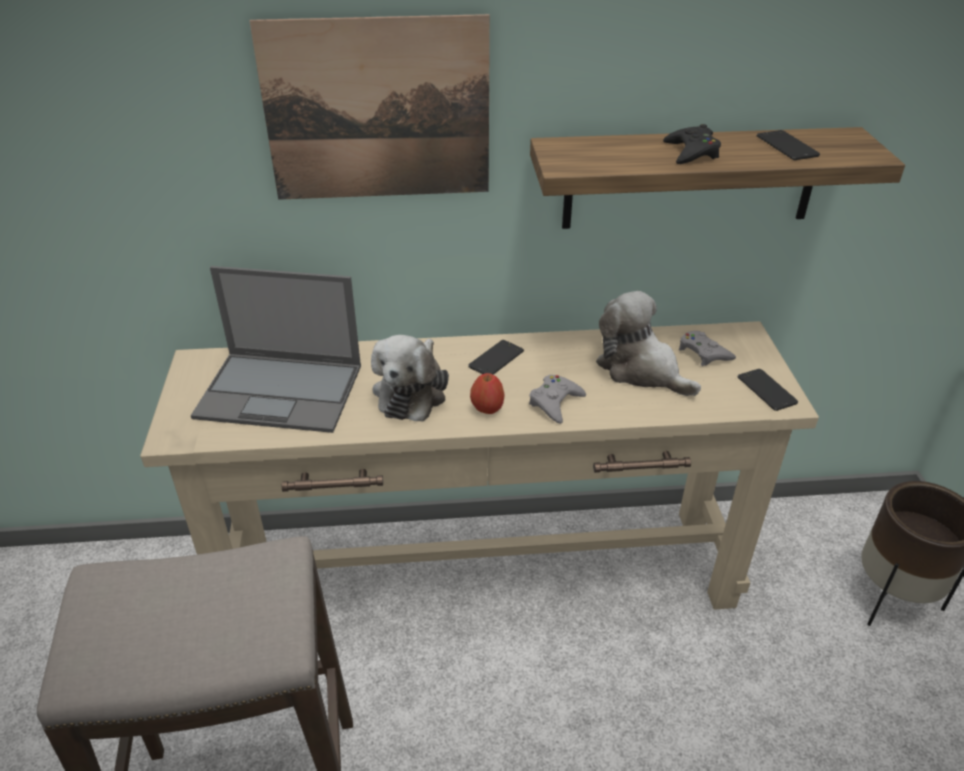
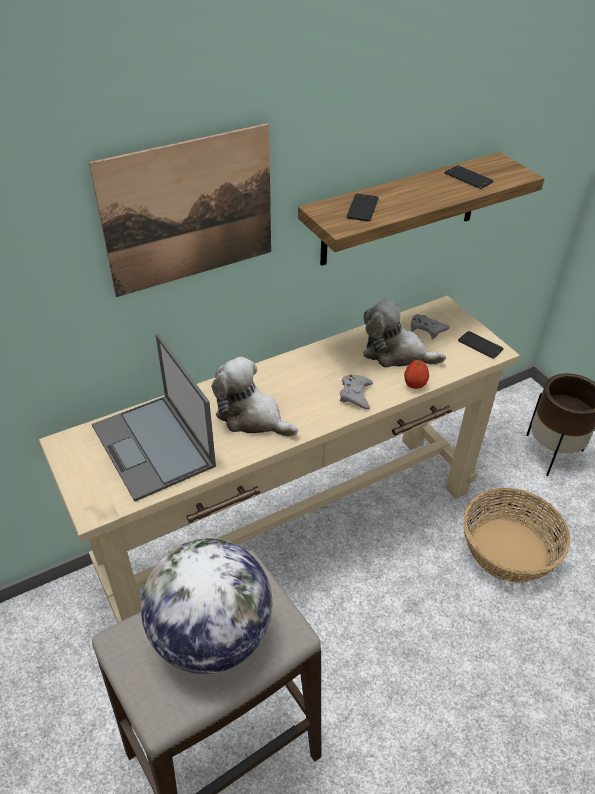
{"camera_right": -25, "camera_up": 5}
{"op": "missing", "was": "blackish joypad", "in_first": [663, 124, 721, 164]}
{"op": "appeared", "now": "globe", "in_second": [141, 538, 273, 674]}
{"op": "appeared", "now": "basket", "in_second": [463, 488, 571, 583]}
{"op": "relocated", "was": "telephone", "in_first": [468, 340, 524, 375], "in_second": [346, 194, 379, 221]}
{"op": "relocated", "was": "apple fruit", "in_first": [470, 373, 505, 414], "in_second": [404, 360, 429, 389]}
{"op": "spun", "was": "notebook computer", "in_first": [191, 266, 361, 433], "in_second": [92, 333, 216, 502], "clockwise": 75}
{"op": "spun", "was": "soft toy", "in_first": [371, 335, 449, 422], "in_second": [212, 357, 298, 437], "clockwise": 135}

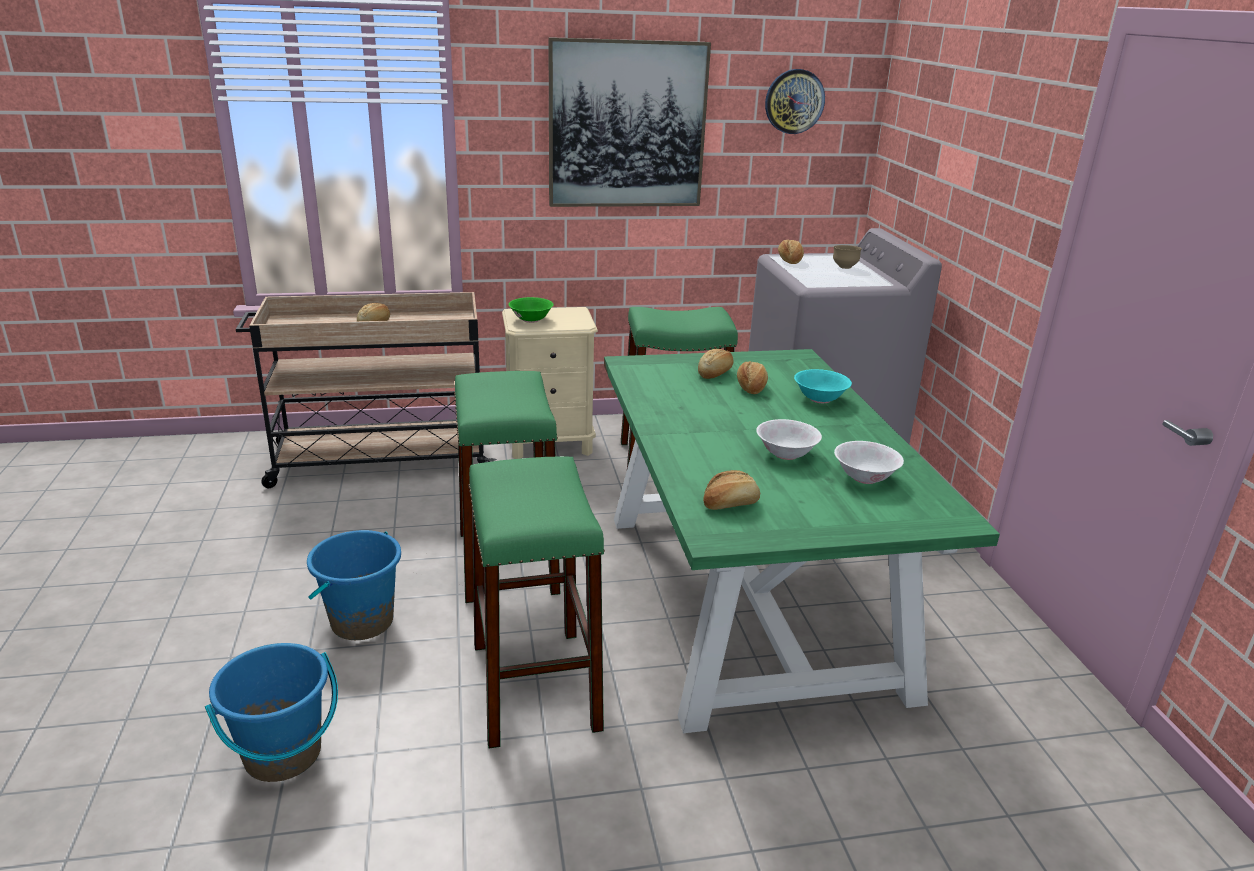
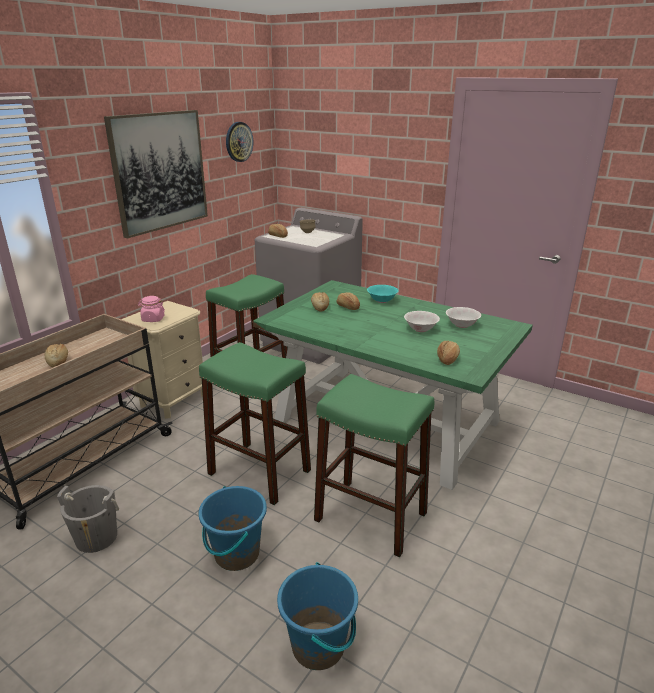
{"camera_right": -45, "camera_up": 0}
{"op": "appeared", "now": "greyish pail", "in_second": [57, 485, 119, 553]}
{"op": "exchanged", "was": "green bowl", "now": "pinkish preserve jar", "in_first": [508, 297, 554, 323], "in_second": [138, 296, 165, 322]}

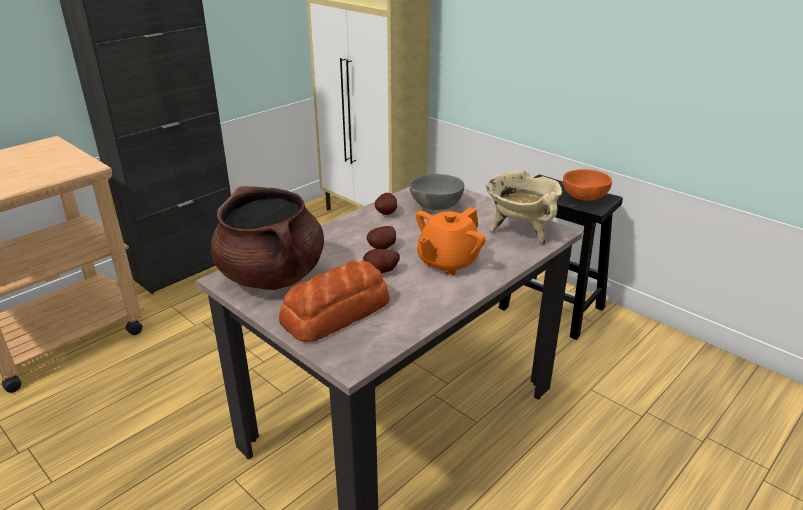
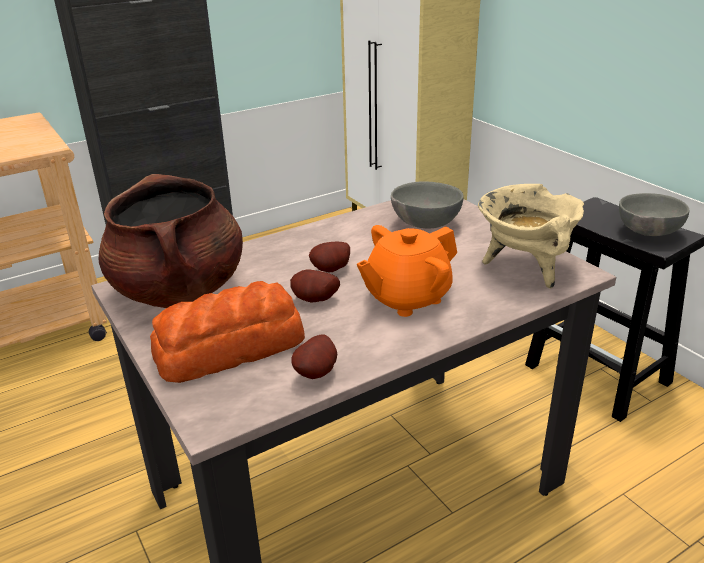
{"camera_right": 15, "camera_up": 0}
{"op": "relocated", "was": "potato", "in_first": [375, 193, 397, 215], "in_second": [291, 334, 337, 379]}
{"op": "colour", "was": "orange bowl", "now": "greyish bowl", "in_first": [563, 169, 612, 201], "in_second": [619, 193, 689, 236]}

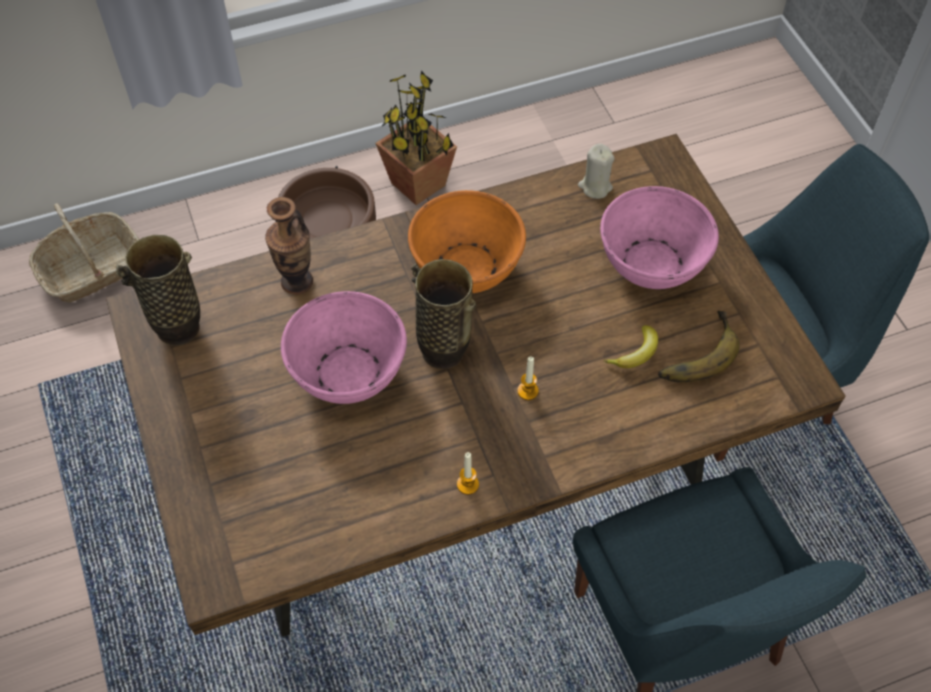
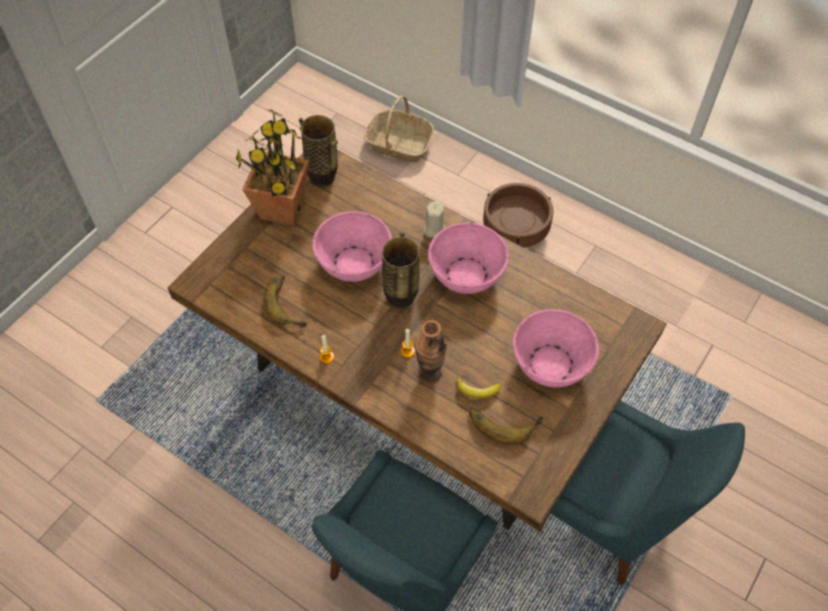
{"camera_right": 55, "camera_up": 0}
{"op": "appeared", "now": "whole banana", "in_second": [264, 275, 307, 328]}
{"op": "relocated", "was": "decorative vase", "in_first": [265, 197, 313, 295], "in_second": [415, 320, 447, 383]}
{"op": "relocated", "was": "potted plant", "in_first": [376, 70, 457, 205], "in_second": [236, 108, 309, 225]}
{"op": "relocated", "was": "beige-coloured wax light", "in_first": [578, 144, 615, 199], "in_second": [424, 202, 445, 238]}
{"op": "colour", "was": "orange bowl", "now": "pinkish bowl", "in_first": [408, 190, 526, 293], "in_second": [428, 223, 509, 294]}

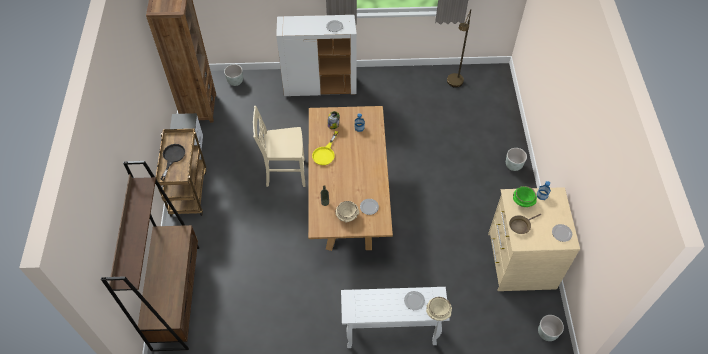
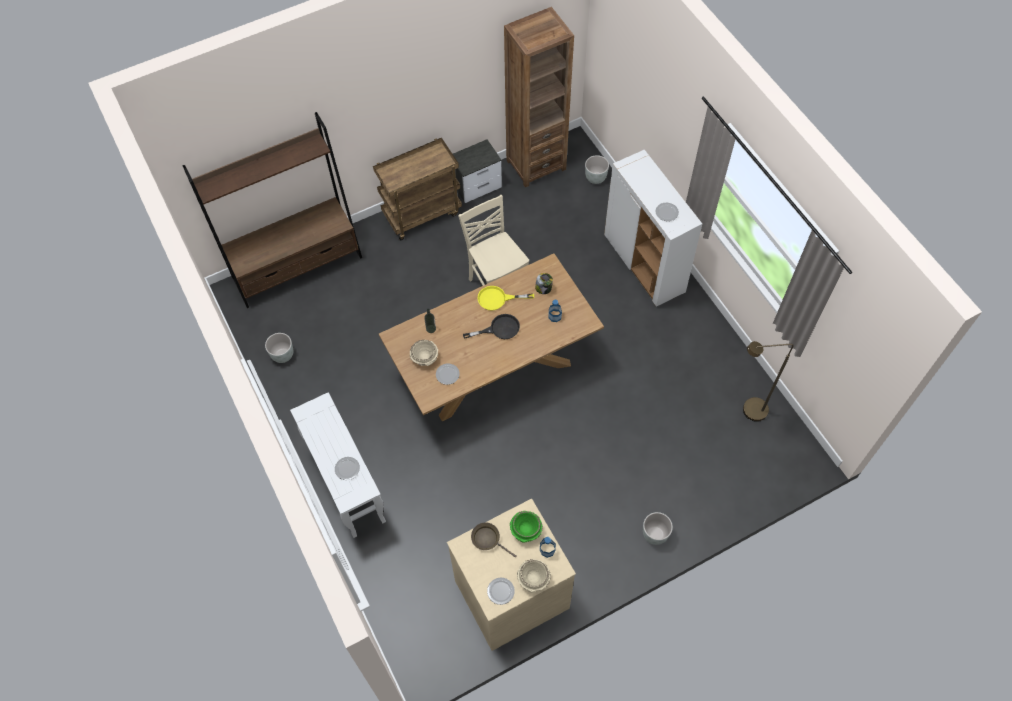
{"camera_right": 65, "camera_up": 5}
{"op": "relocated", "was": "blackish frying pan", "in_first": [160, 144, 185, 180], "in_second": [463, 314, 520, 339]}
{"op": "relocated", "was": "beige-coloured bowl", "in_first": [426, 297, 452, 321], "in_second": [517, 559, 551, 593]}
{"op": "relocated", "was": "greyish planter", "in_first": [538, 315, 564, 341], "in_second": [265, 333, 293, 363]}

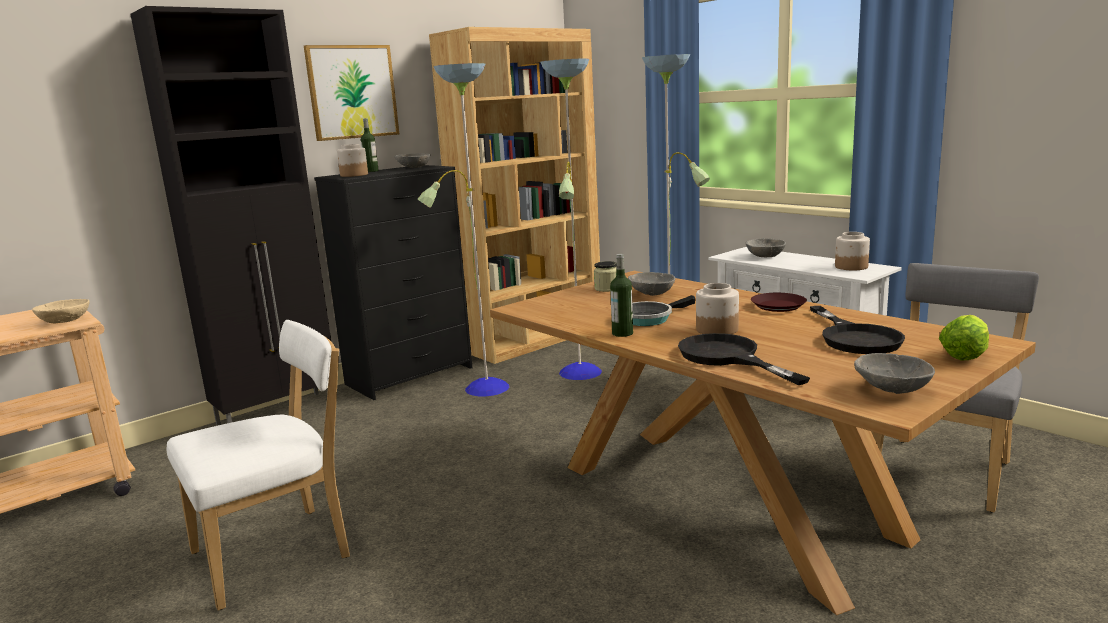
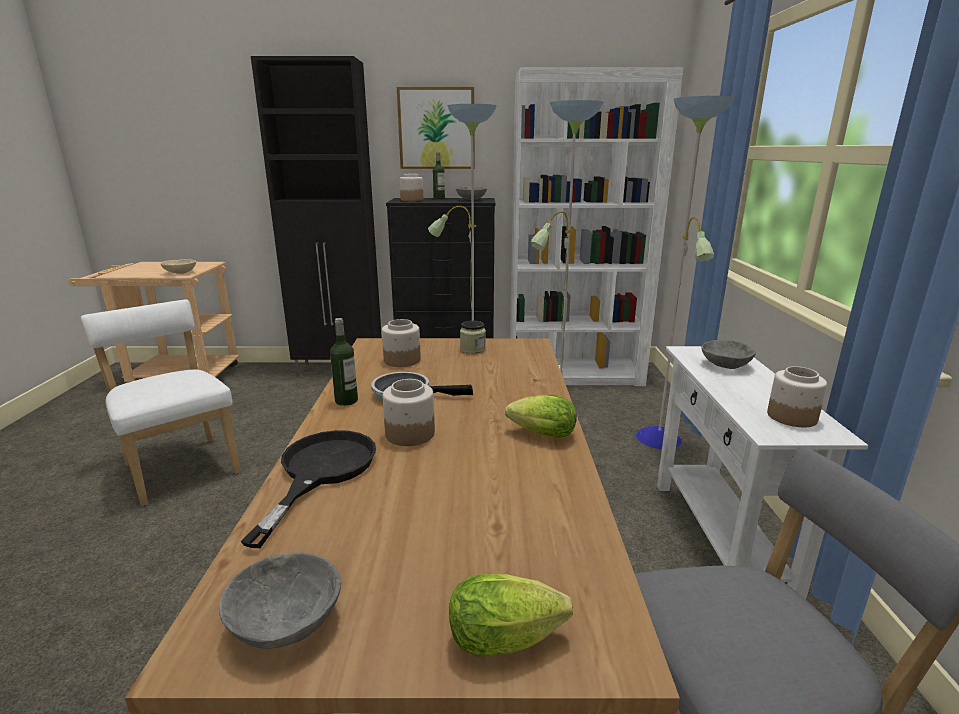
{"camera_right": 40, "camera_up": 5}
{"op": "missing", "was": "greyish bowl", "in_first": [628, 272, 675, 296]}
{"op": "missing", "was": "blackish frying pan", "in_first": [810, 306, 905, 354]}
{"op": "appeared", "now": "preserve jar", "in_second": [382, 319, 421, 367]}
{"op": "exchanged", "was": "brownish flat dish", "now": "lettuce", "in_first": [751, 293, 807, 312], "in_second": [505, 394, 577, 438]}
{"op": "colour", "was": "brownish bookcase", "now": "white bookcase", "in_first": [429, 27, 600, 364], "in_second": [510, 67, 683, 386]}
{"op": "spun", "was": "white upright chair", "in_first": [167, 320, 350, 611], "in_second": [81, 300, 241, 506], "clockwise": -135}

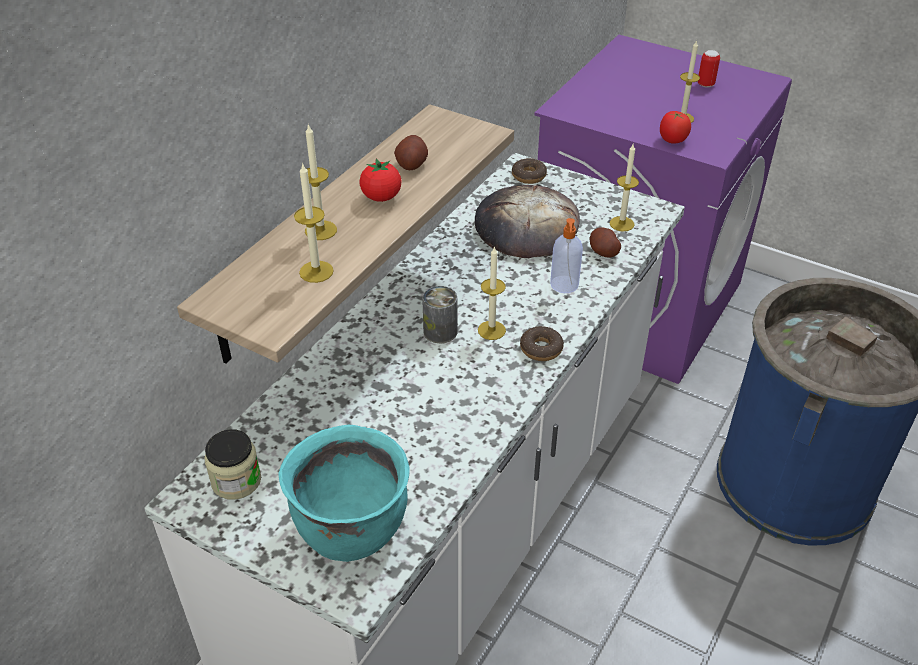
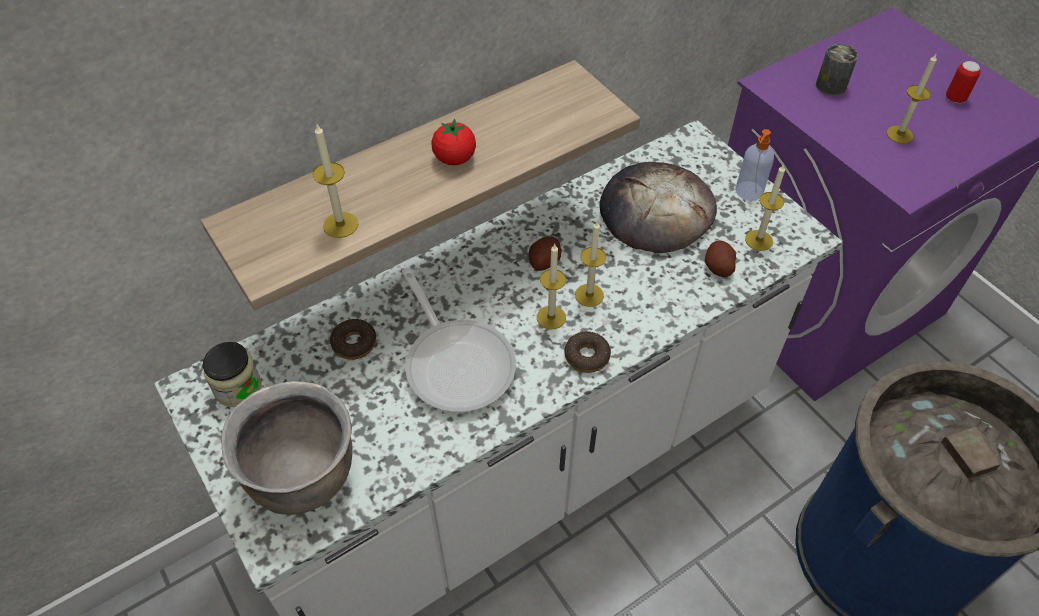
{"camera_right": 25, "camera_up": 10}
{"op": "missing", "was": "whole tomato", "in_first": [660, 111, 691, 144]}
{"op": "appeared", "now": "frying pan", "in_second": [402, 268, 516, 412]}
{"op": "relocated", "was": "wax light", "in_first": [305, 124, 337, 240], "in_second": [575, 221, 606, 307]}
{"op": "relocated", "was": "potato", "in_first": [394, 135, 428, 170], "in_second": [529, 236, 561, 271]}
{"op": "relocated", "was": "can", "in_first": [422, 286, 458, 343], "in_second": [816, 44, 858, 96]}
{"op": "relocated", "was": "ring doughnut", "in_first": [512, 158, 547, 184], "in_second": [330, 319, 376, 360]}
{"op": "relocated", "was": "soap bottle", "in_first": [550, 218, 583, 293], "in_second": [735, 129, 774, 201]}
{"op": "colour", "was": "turquoise-coloured cooking pot", "now": "brownish cooking pot", "in_first": [279, 425, 409, 562], "in_second": [221, 381, 352, 515]}

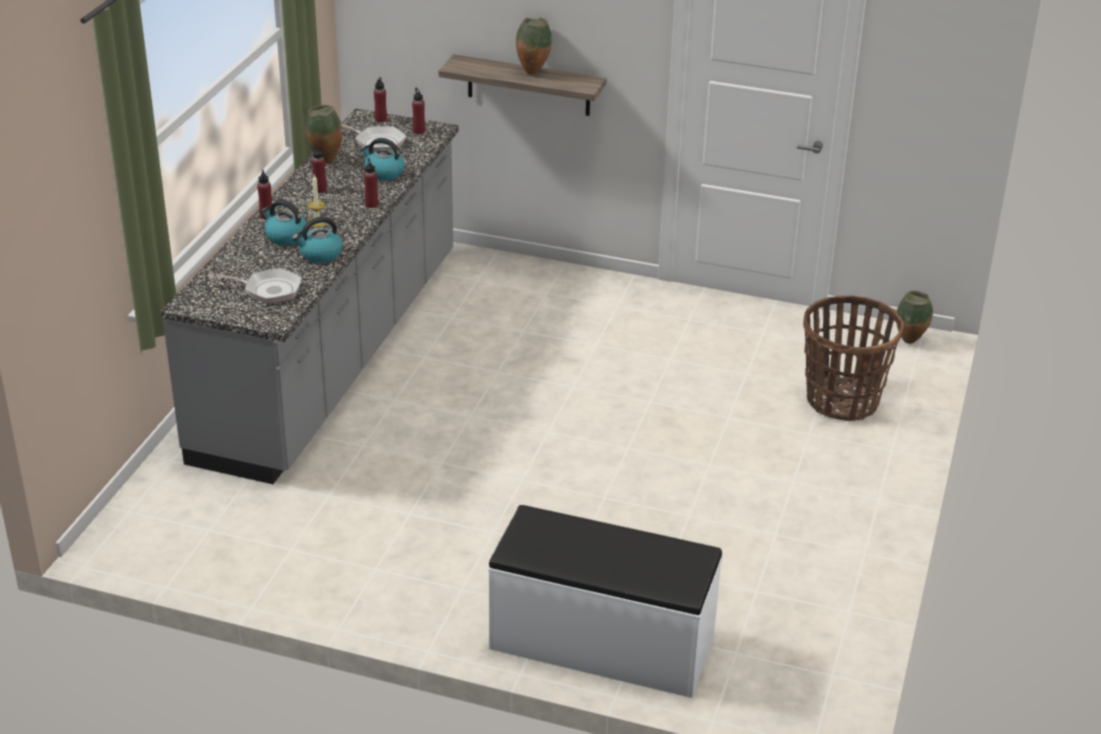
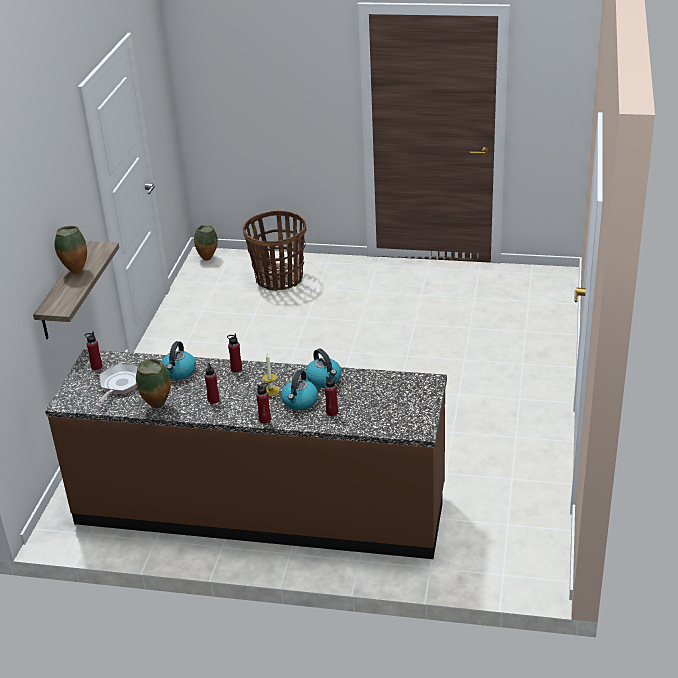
{"camera_right": -95, "camera_up": 0}
{"op": "missing", "was": "frying pan", "in_first": [208, 268, 302, 304]}
{"op": "missing", "was": "white indoor bench", "in_first": [488, 505, 723, 698]}
{"op": "relocated", "was": "reddish bottle", "in_first": [374, 77, 387, 123], "in_second": [325, 376, 338, 416]}
{"op": "colour", "was": "greyish kitchen base unit", "now": "brownish kitchen base unit", "in_first": [161, 108, 458, 484], "in_second": [45, 349, 447, 559]}

